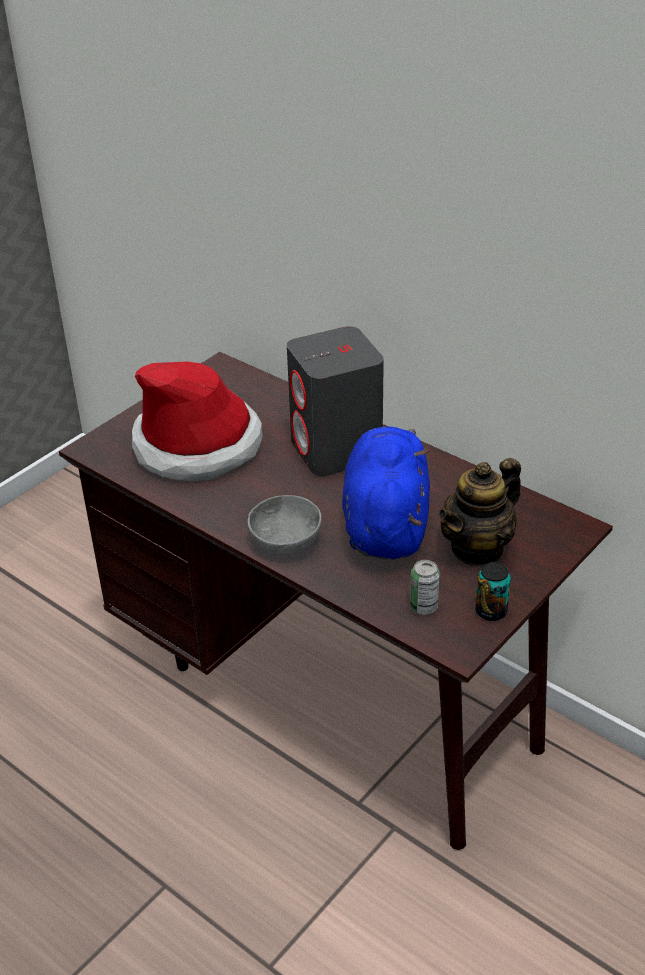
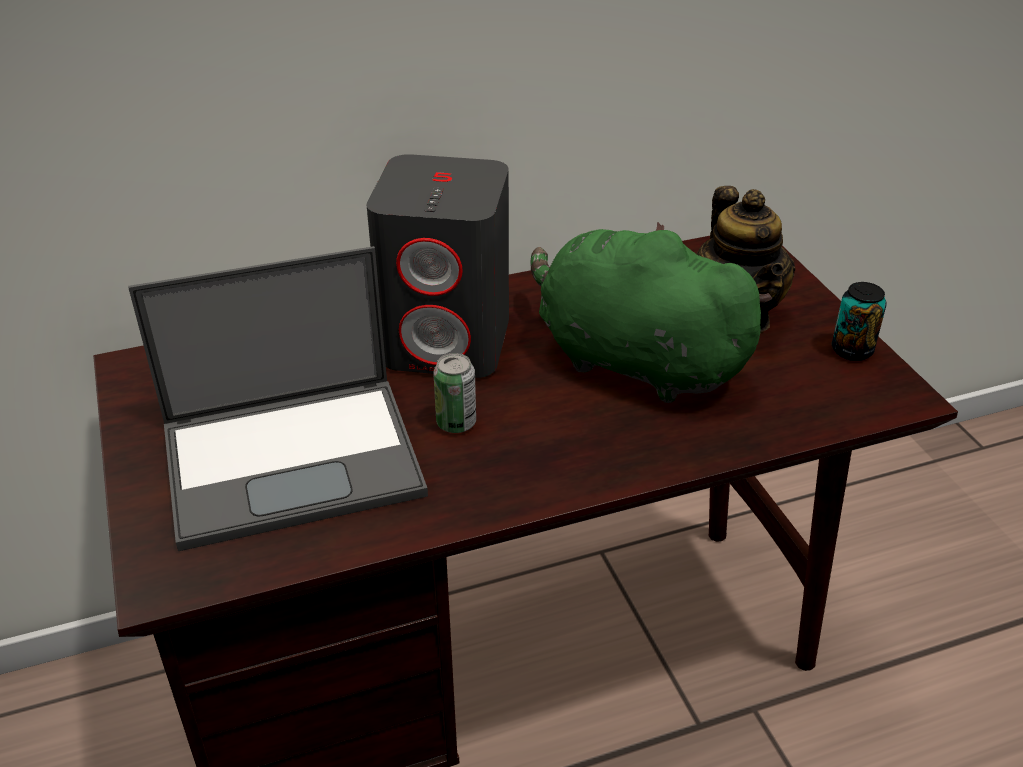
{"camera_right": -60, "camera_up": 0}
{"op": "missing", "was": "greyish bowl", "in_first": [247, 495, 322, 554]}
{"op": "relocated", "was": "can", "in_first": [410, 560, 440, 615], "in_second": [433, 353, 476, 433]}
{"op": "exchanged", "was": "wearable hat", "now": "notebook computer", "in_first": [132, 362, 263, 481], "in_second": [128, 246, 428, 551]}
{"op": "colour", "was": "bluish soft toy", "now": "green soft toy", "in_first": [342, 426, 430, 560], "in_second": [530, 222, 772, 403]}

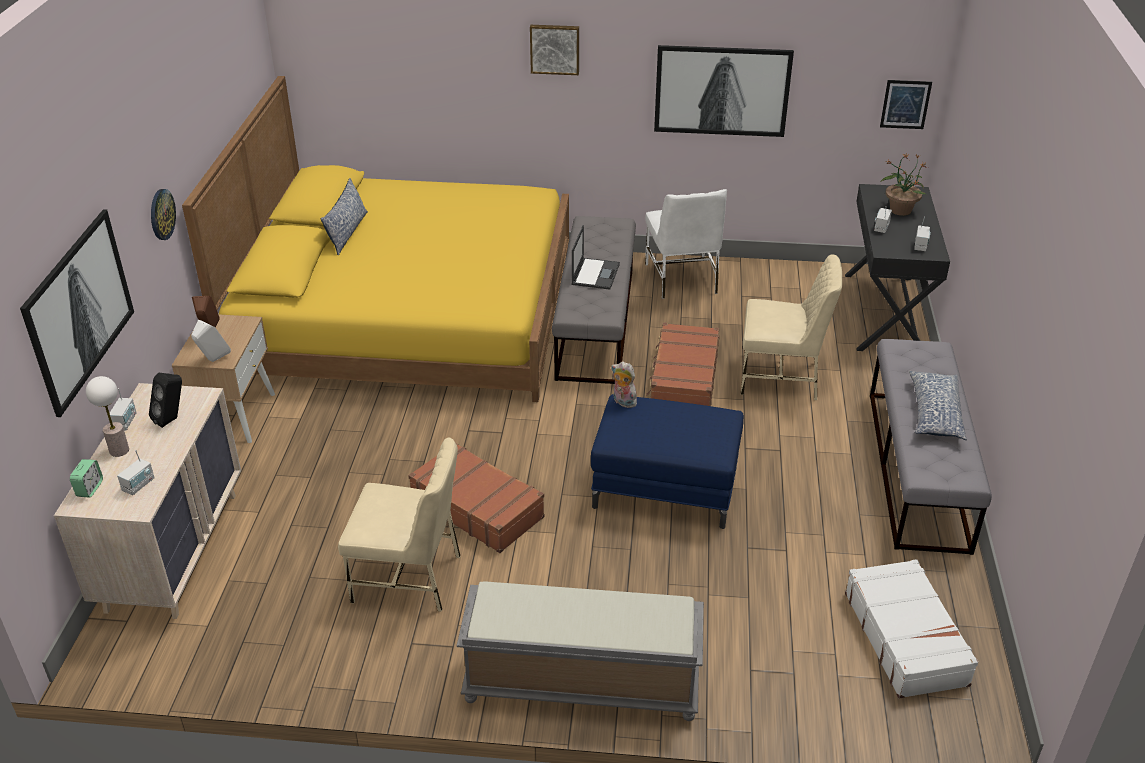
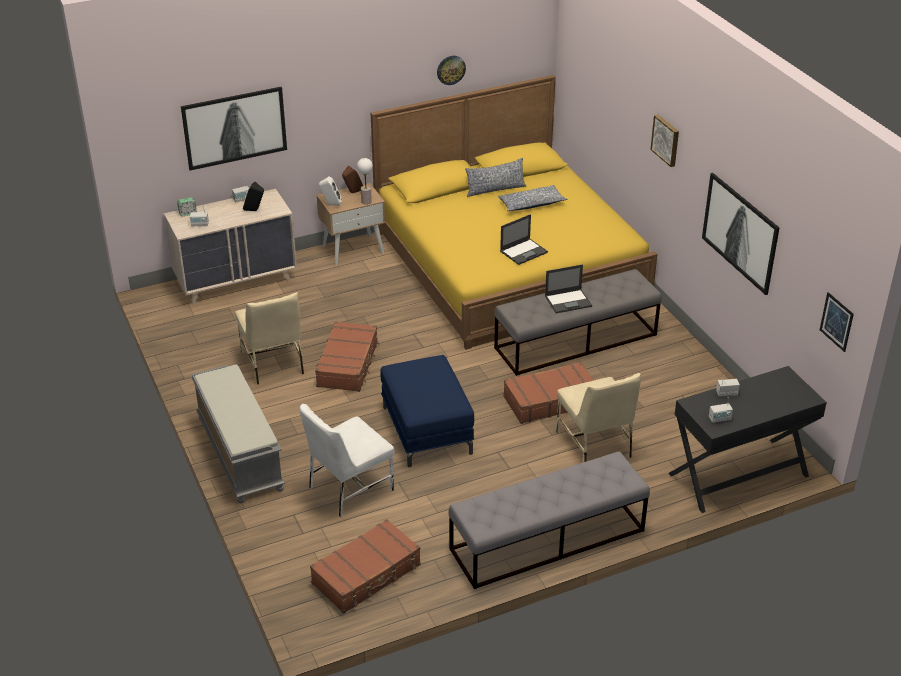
{"camera_right": 60, "camera_up": 0}
{"op": "missing", "was": "soft toy", "in_first": [611, 361, 637, 408]}
{"op": "missing", "was": "potted plant", "in_first": [881, 153, 928, 216]}
{"op": "appeared", "now": "notebook computer", "in_second": [500, 214, 548, 265]}
{"op": "relocated", "was": "tabletop lamp", "in_first": [86, 376, 129, 457], "in_second": [357, 158, 373, 205]}
{"op": "relocated", "was": "wall clock", "in_first": [151, 189, 176, 240], "in_second": [437, 56, 466, 85]}
{"op": "relocated", "was": "white upright chair", "in_first": [645, 189, 727, 299], "in_second": [300, 404, 395, 517]}
{"op": "relocated", "was": "cushion", "in_first": [909, 371, 967, 440], "in_second": [498, 185, 567, 212]}
{"op": "colour", "was": "white piece of luggage", "now": "brownish piece of luggage", "in_first": [845, 559, 978, 699], "in_second": [310, 519, 421, 613]}

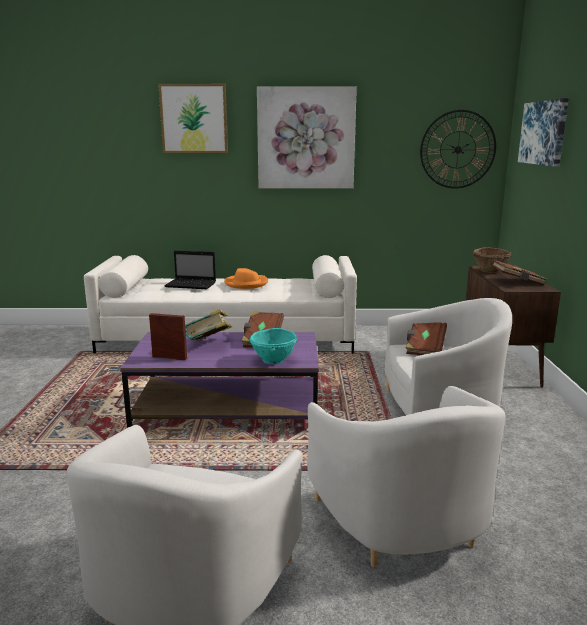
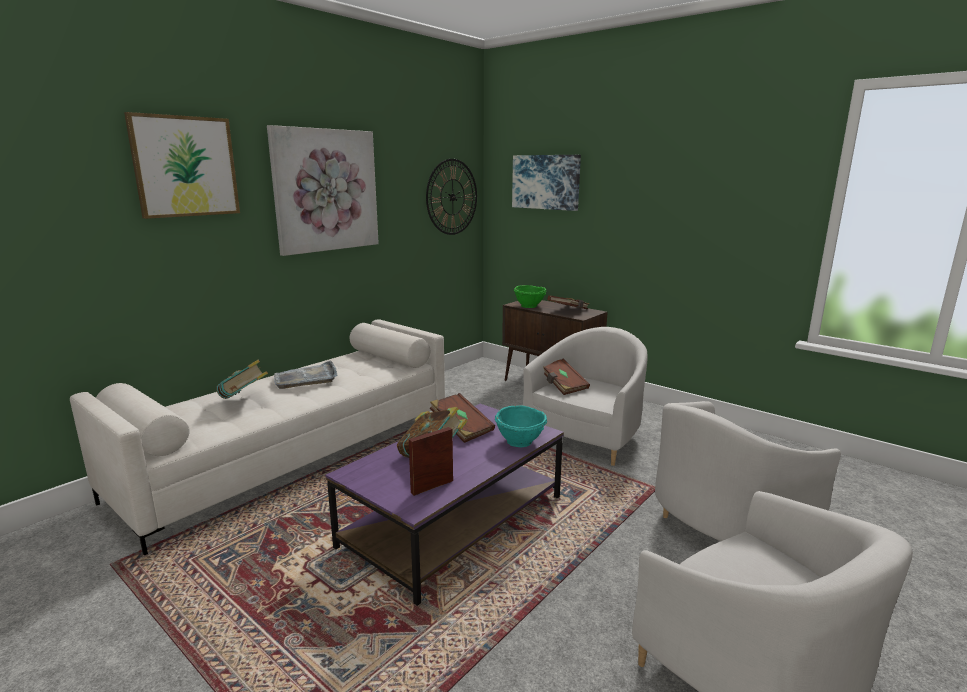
{"camera_right": -50, "camera_up": 0}
{"op": "exchanged", "was": "notebook computer", "now": "book", "in_first": [164, 250, 216, 289], "in_second": [216, 360, 268, 399]}
{"op": "exchanged", "was": "orange wearable hat", "now": "greyish tray", "in_first": [224, 268, 268, 289], "in_second": [274, 360, 337, 389]}
{"op": "colour", "was": "brownish bowl", "now": "green bowl", "in_first": [473, 247, 512, 273], "in_second": [514, 285, 547, 308]}
{"op": "spun", "was": "white armchair", "in_first": [307, 386, 505, 567], "in_second": [655, 401, 841, 541], "clockwise": 120}

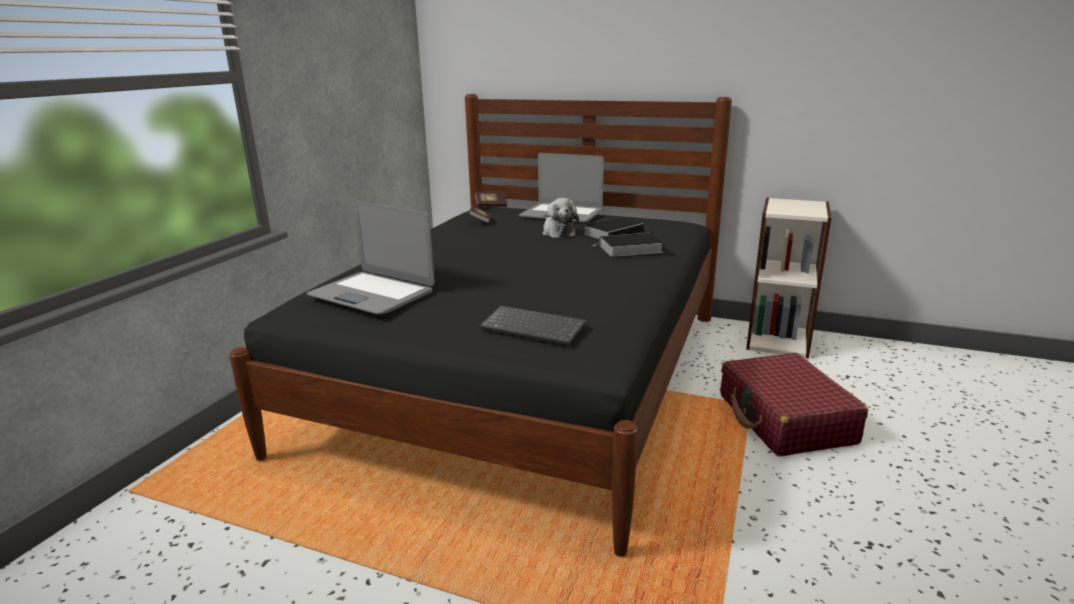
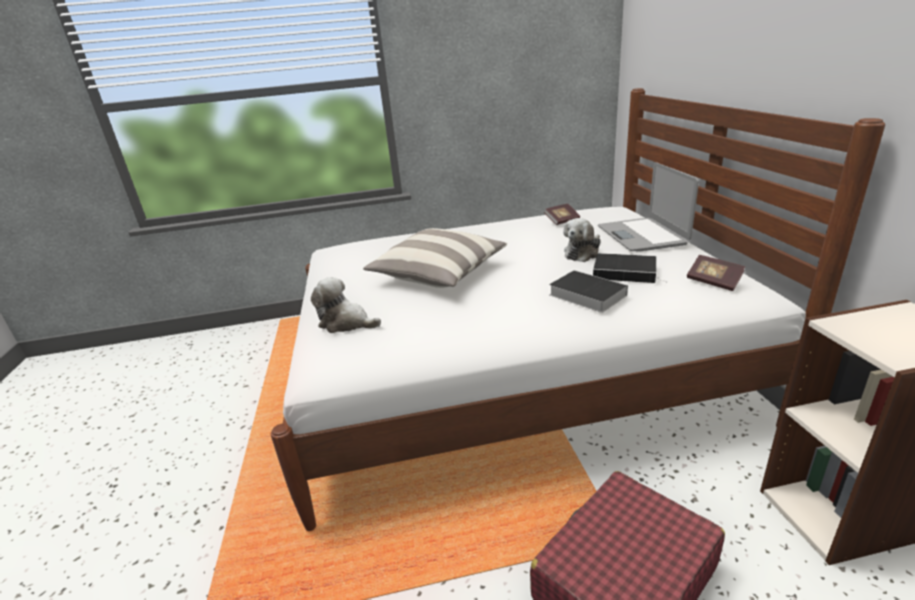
{"camera_right": 60, "camera_up": 5}
{"op": "missing", "was": "notebook computer", "in_first": [306, 202, 435, 315]}
{"op": "appeared", "now": "cushion", "in_second": [363, 228, 507, 288]}
{"op": "relocated", "was": "book", "in_first": [475, 191, 507, 207], "in_second": [687, 255, 745, 291]}
{"op": "exchanged", "was": "keyboard", "now": "soft toy", "in_first": [479, 306, 587, 345], "in_second": [311, 277, 381, 333]}
{"op": "colour", "was": "blackish bedroom bed", "now": "white bedroom bed", "in_first": [229, 94, 732, 557], "in_second": [271, 88, 885, 531]}

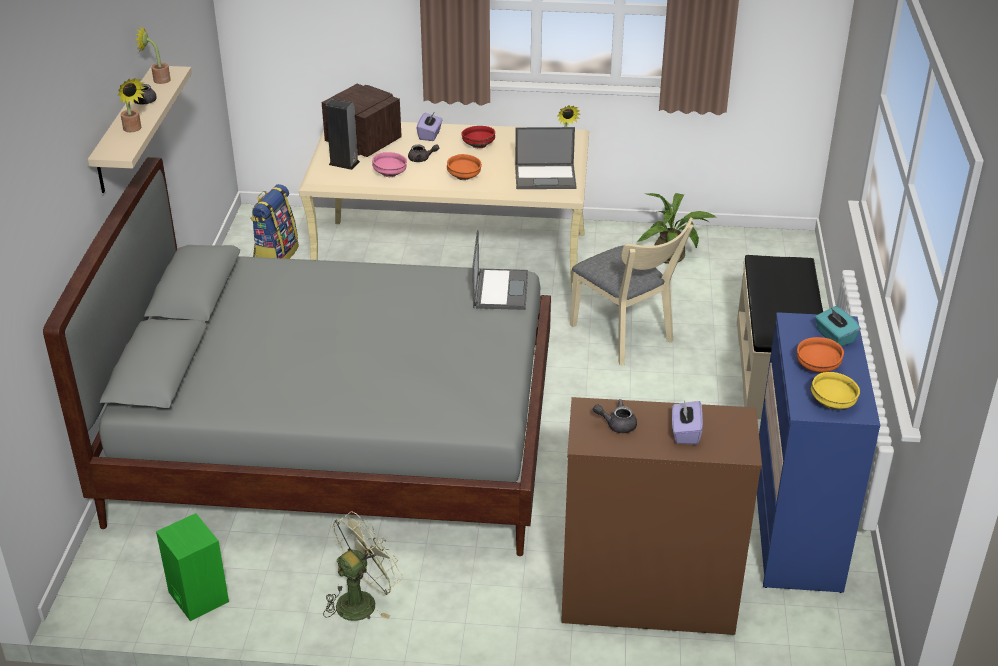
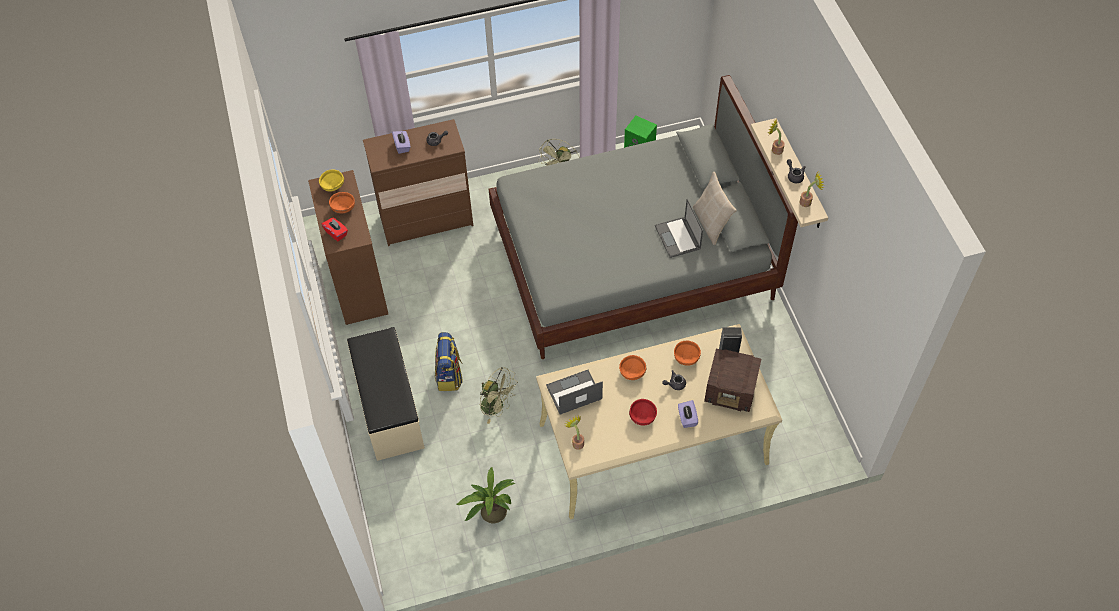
{"camera_right": 160, "camera_up": 20}
{"op": "appeared", "now": "beige-coloured cushion", "in_second": [693, 172, 737, 245]}
{"op": "relocated", "was": "knapsack", "in_first": [251, 184, 299, 259], "in_second": [435, 332, 463, 391]}
{"op": "relocated", "was": "notebook computer", "in_first": [472, 230, 528, 310], "in_second": [655, 199, 703, 258]}
{"op": "exchanged", "was": "beige-coloured upright chair", "now": "green electric fan", "in_first": [570, 217, 693, 365], "in_second": [480, 367, 518, 424]}
{"op": "colour", "was": "pinkish bowl", "now": "orange bowl", "in_first": [372, 152, 407, 177], "in_second": [674, 341, 701, 366]}
{"op": "colour", "was": "bluish chest of drawers", "now": "brownish chest of drawers", "in_first": [757, 312, 880, 593], "in_second": [308, 170, 388, 325]}
{"op": "colour", "was": "turquoise-coloured tissue box", "now": "reddish tissue box", "in_first": [815, 306, 861, 346], "in_second": [322, 217, 348, 241]}

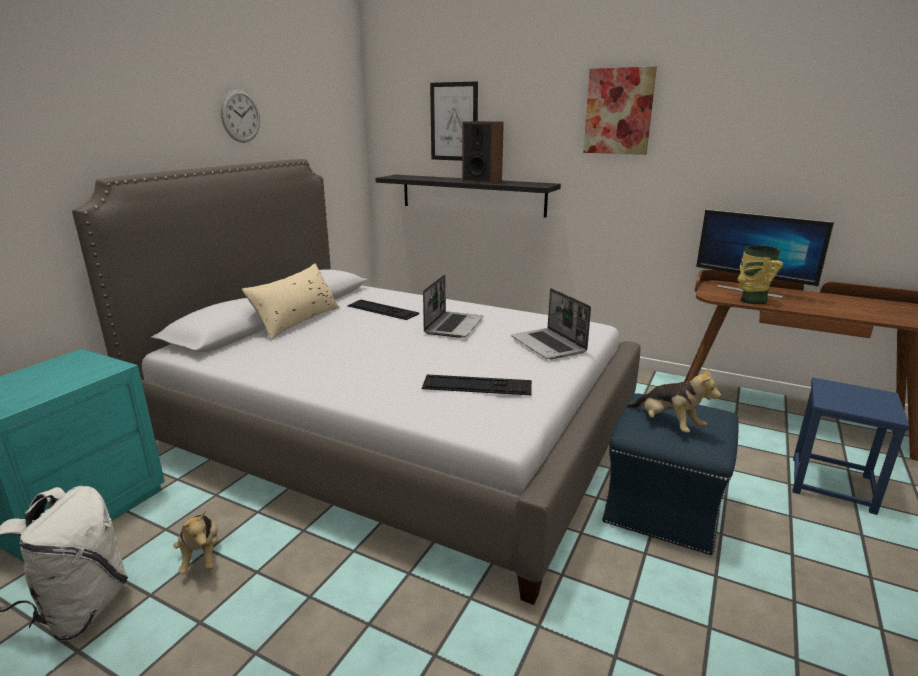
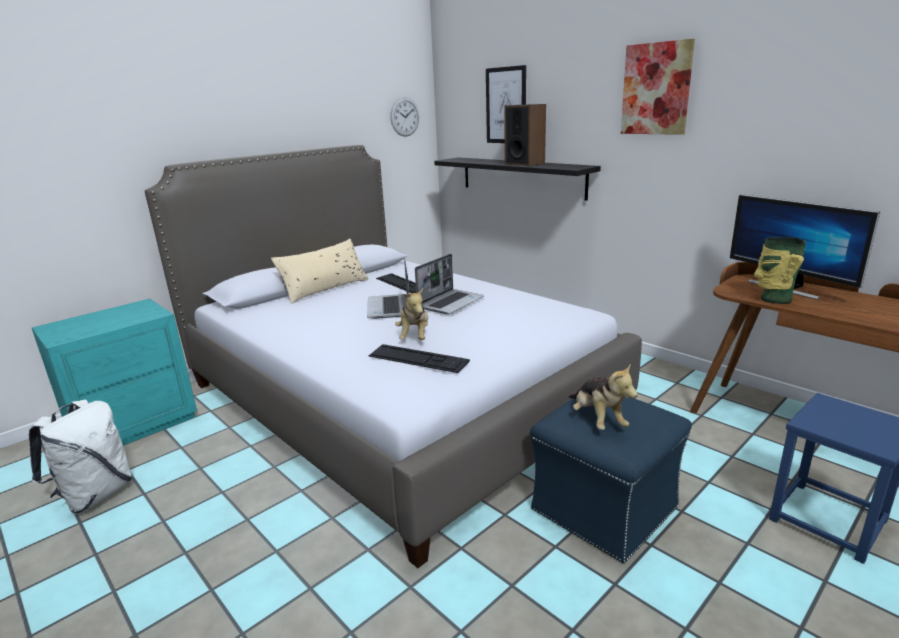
{"camera_right": 20, "camera_up": 0}
{"op": "relocated", "was": "soft toy", "in_first": [174, 510, 218, 574], "in_second": [395, 288, 428, 340]}
{"op": "relocated", "was": "wall clock", "in_first": [221, 89, 260, 143], "in_second": [390, 97, 419, 137]}
{"op": "relocated", "was": "notebook computer", "in_first": [511, 288, 591, 359], "in_second": [367, 258, 409, 319]}

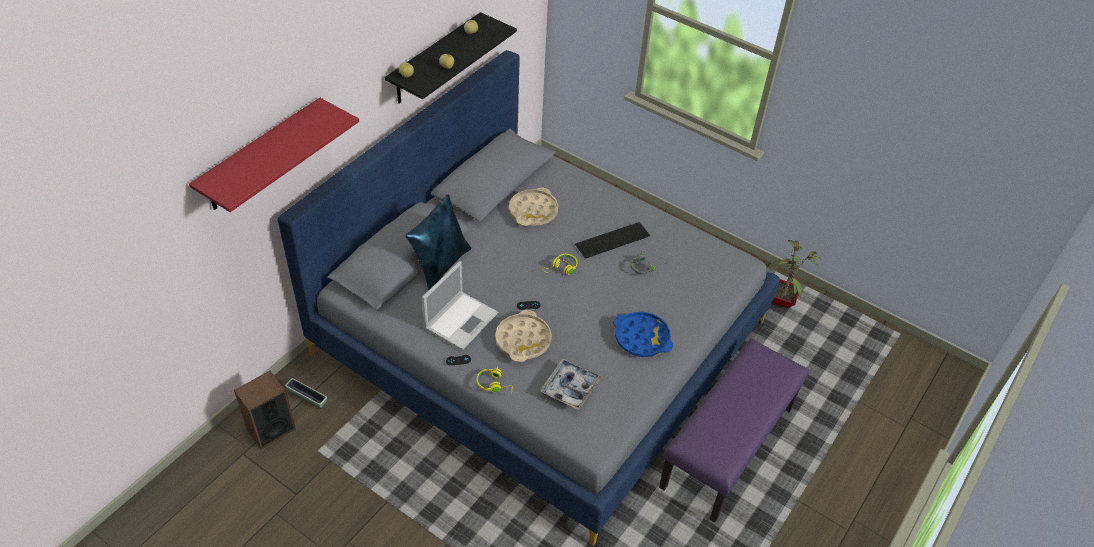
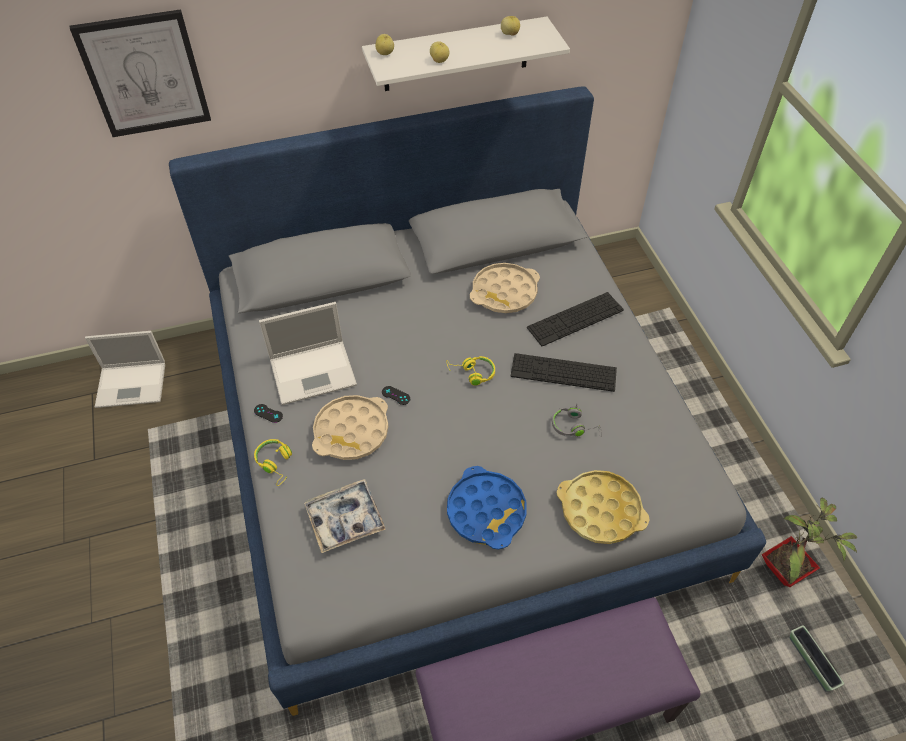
{"camera_right": 40, "camera_up": 5}
{"op": "missing", "was": "bluish cushion", "in_first": [405, 194, 472, 291]}
{"op": "appeared", "now": "keyboard", "in_second": [527, 292, 624, 346]}
{"op": "appeared", "now": "yellowish tray", "in_second": [557, 470, 650, 544]}
{"op": "relocated", "was": "planter", "in_first": [285, 378, 327, 409], "in_second": [790, 625, 844, 692]}
{"op": "exchanged", "was": "reddish wall shelf", "now": "wall art", "in_first": [189, 97, 359, 212], "in_second": [70, 9, 211, 137]}
{"op": "exchanged", "was": "loudspeaker", "now": "notebook computer", "in_first": [234, 371, 296, 449], "in_second": [85, 331, 165, 408]}
{"op": "colour", "was": "blackish wall shelf", "now": "white wall shelf", "in_first": [385, 12, 517, 103], "in_second": [362, 17, 570, 91]}

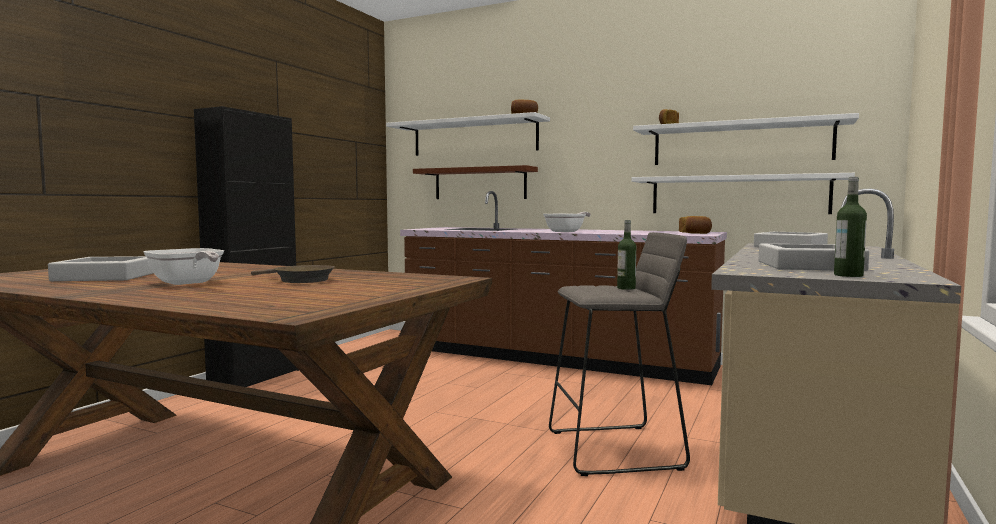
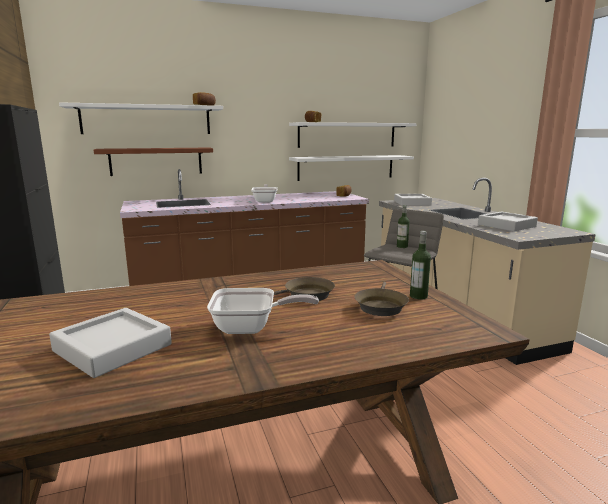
{"camera_right": -45, "camera_up": 10}
{"op": "appeared", "now": "brownish frying pan", "in_second": [355, 282, 409, 316]}
{"op": "relocated", "was": "bottle", "in_first": [834, 177, 867, 277], "in_second": [410, 231, 431, 299]}

